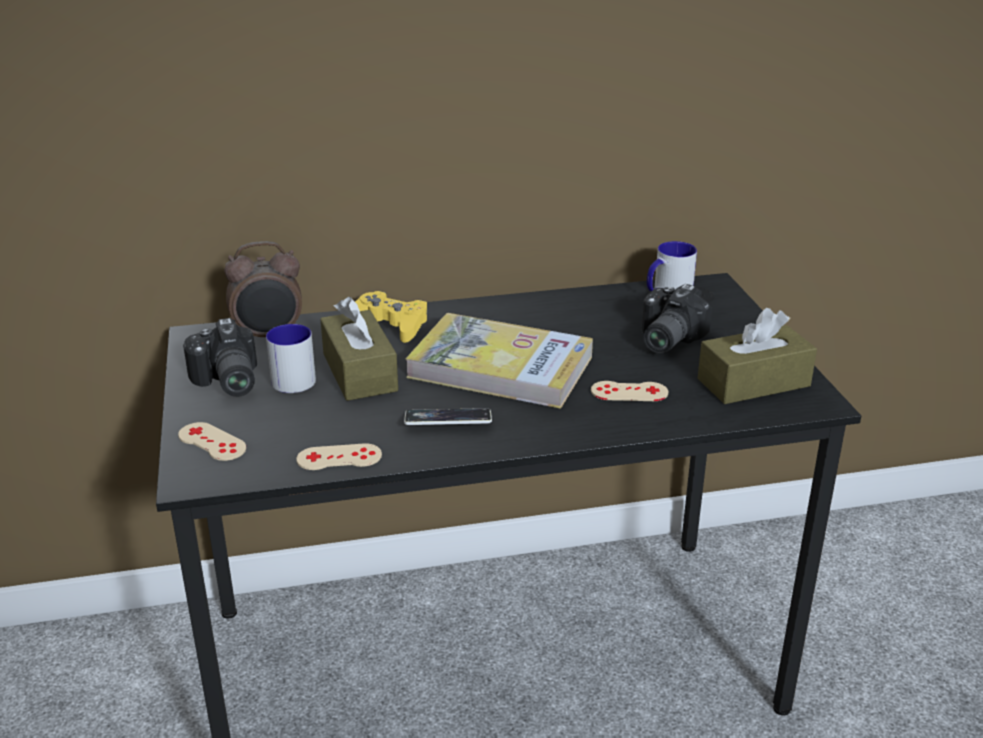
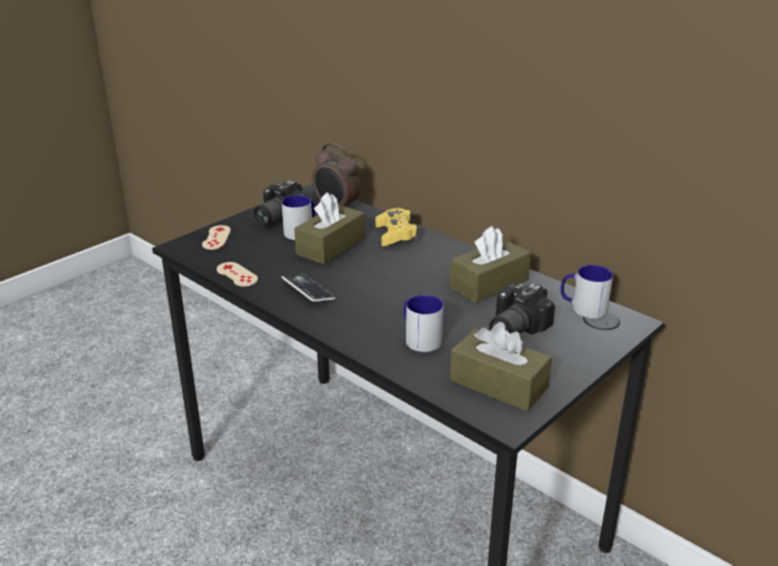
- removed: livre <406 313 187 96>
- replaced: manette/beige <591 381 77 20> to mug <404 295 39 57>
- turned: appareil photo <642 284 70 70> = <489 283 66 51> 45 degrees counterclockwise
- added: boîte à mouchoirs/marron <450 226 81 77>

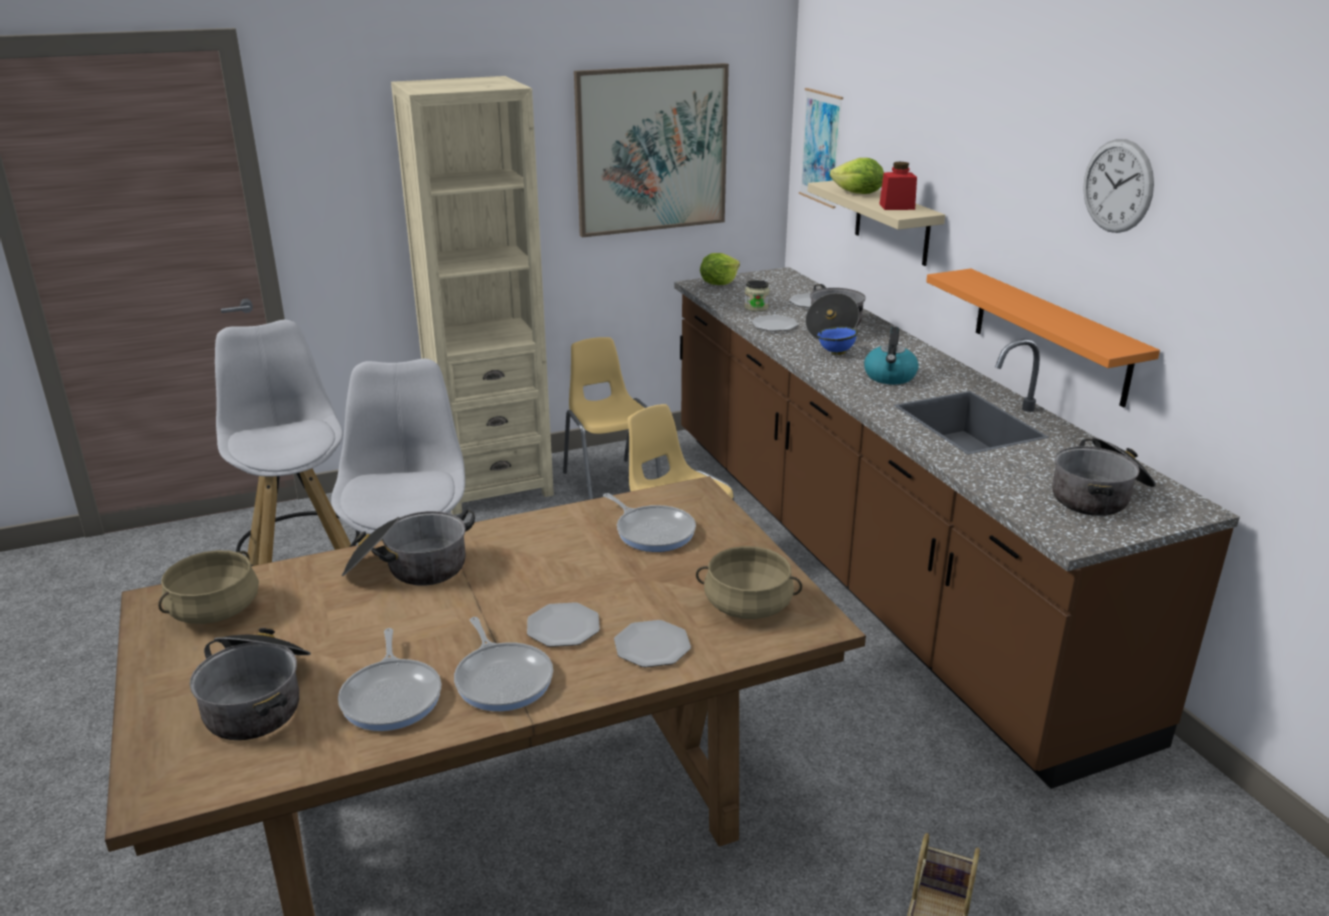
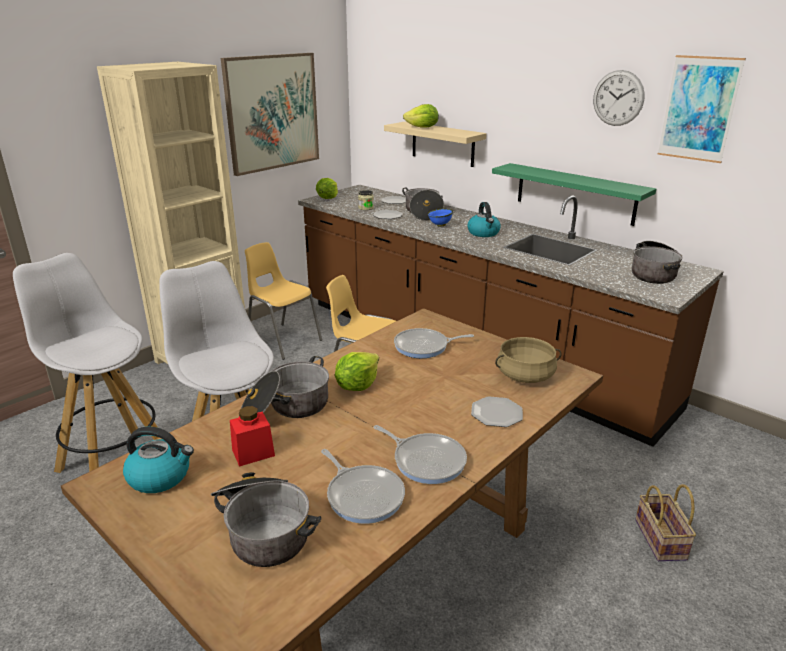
- replaced: marmite/beige <158 550 101 74> to bouilloire <123 427 71 66>
- removed: assiette <527 602 73 45>
- turned: poêle <603 493 93 59> = <394 328 80 30> 150 degrees clockwise
- moved: tableau <799 88 44 120> to <657 55 89 108>
- moved: bocal/rouge <879 162 38 48> to <230 406 45 61>
- recoloured: étagère/orange <926 269 234 139> to étagère/vert <492 163 164 63>
- added: laitue <335 352 44 39>

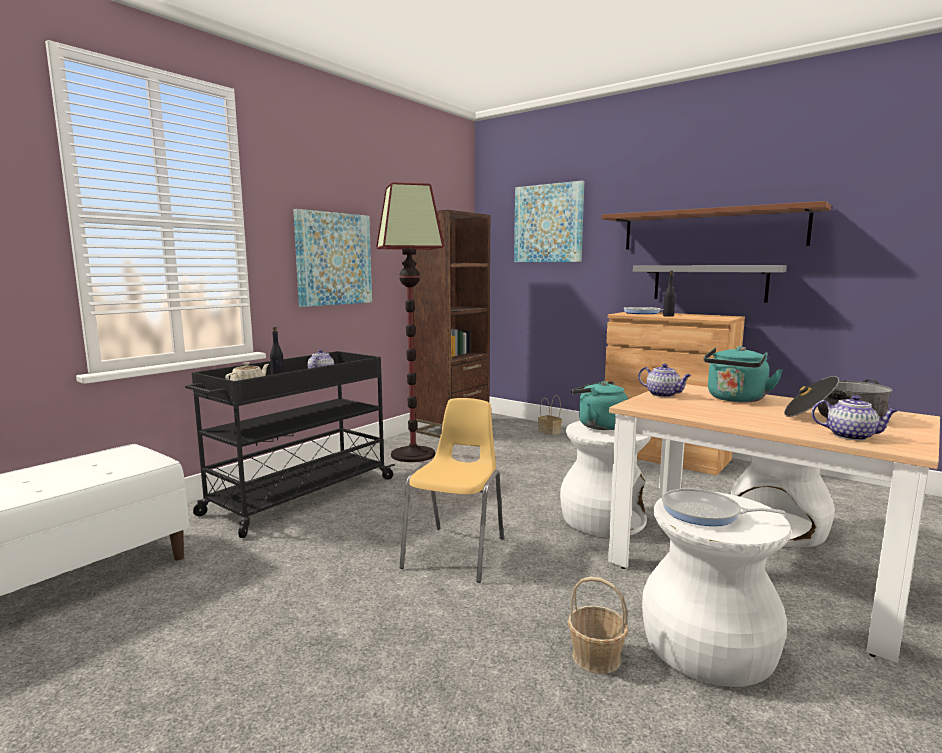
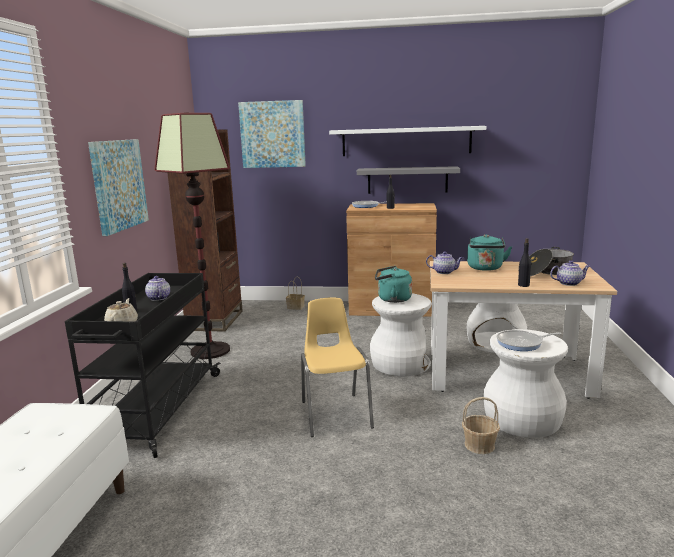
- recoloured: étagère/marron <602 201 229 48> to étagère/blanc <329 126 157 30>
- added: bouteille/noir <518 238 13 49>

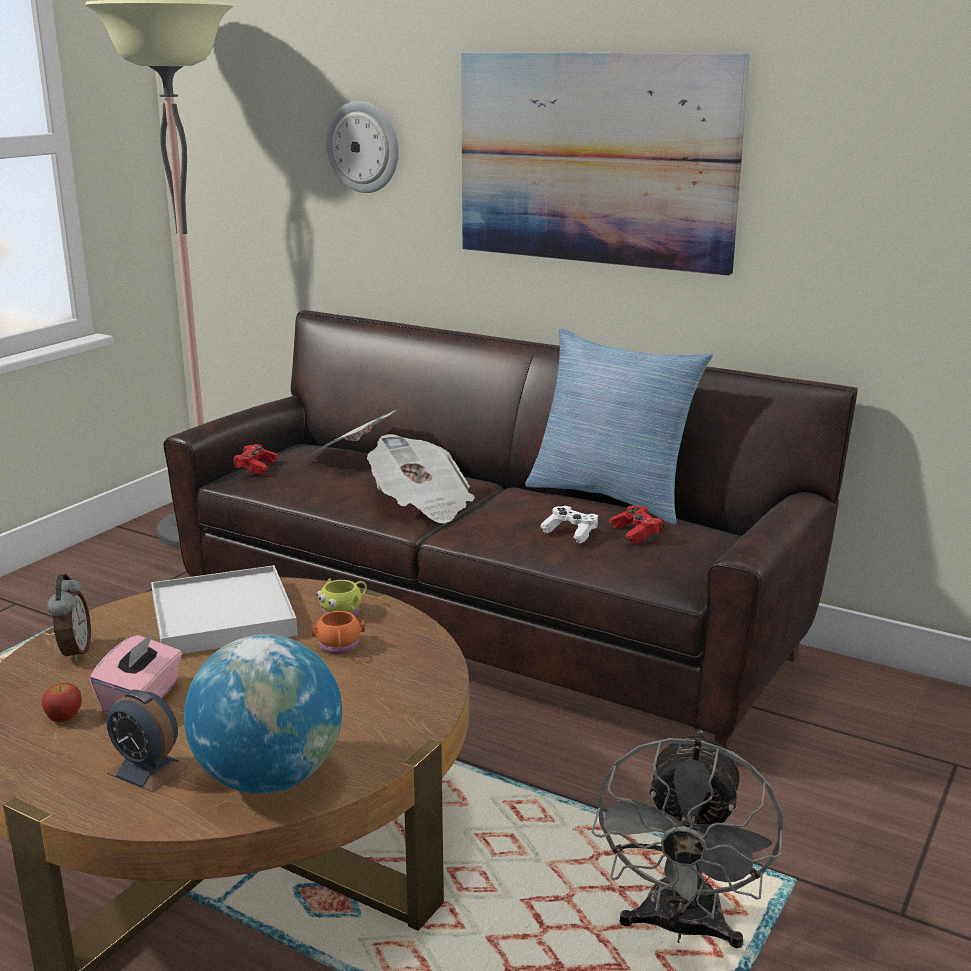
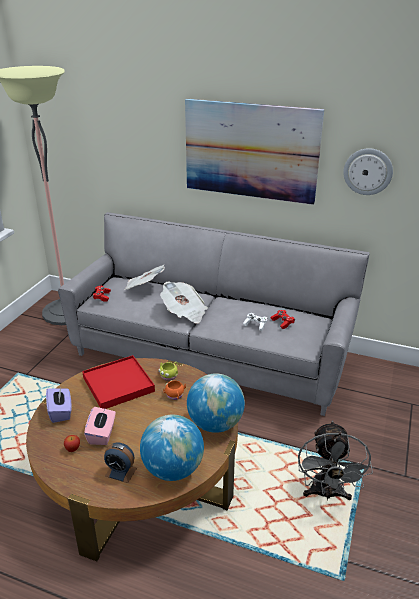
- replaced: réveil <47 574 44 88> to boîte à mouchoirs/violet <46 388 26 35>
- recoloured: plateau/blanc <151 565 146 89> to plateau/rouge <82 355 73 54>
- recoloured: canapé/marron <164 310 694 440> to canapé/gris <58 212 312 204>
- moved: horloge murale <326 101 73 92> to <343 148 50 47>
- removed: coussin <525 328 188 197>
- added: globe <187 373 58 60>

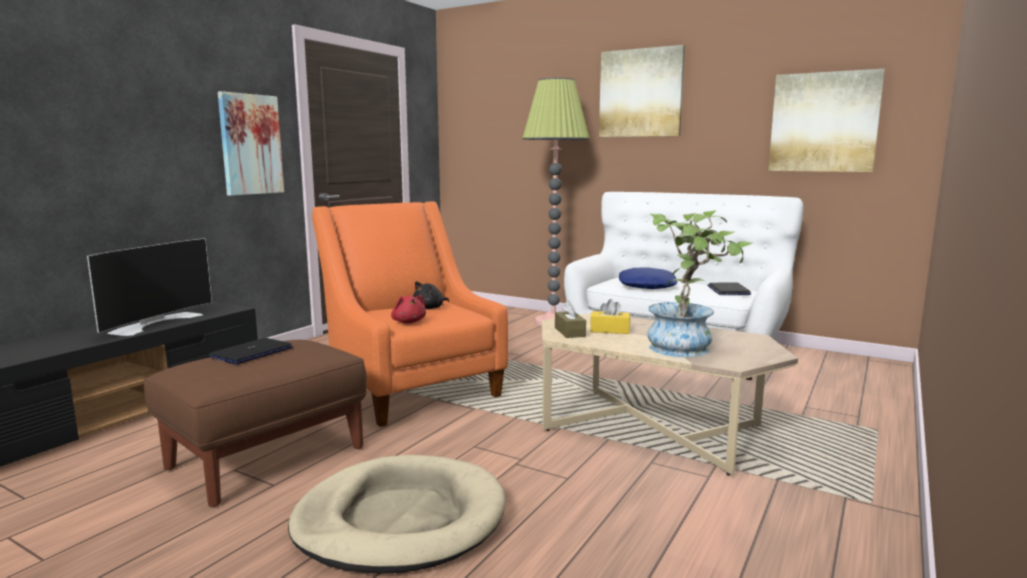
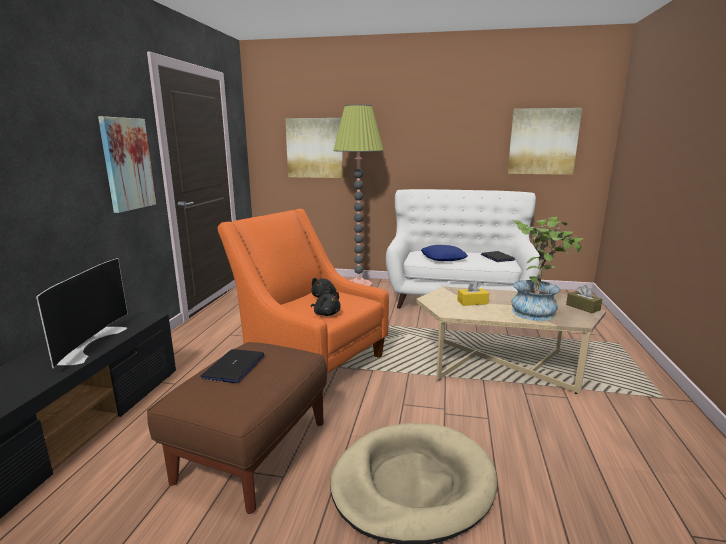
- recoloured: peluche/rouge <391 295 35 28> to peluche/noir <311 292 30 24>
- moved: boîte à mouchoirs/marron <555 300 31 38> to <566 285 36 28>
- moved: tableau <599 45 86 92> to <285 118 58 60>

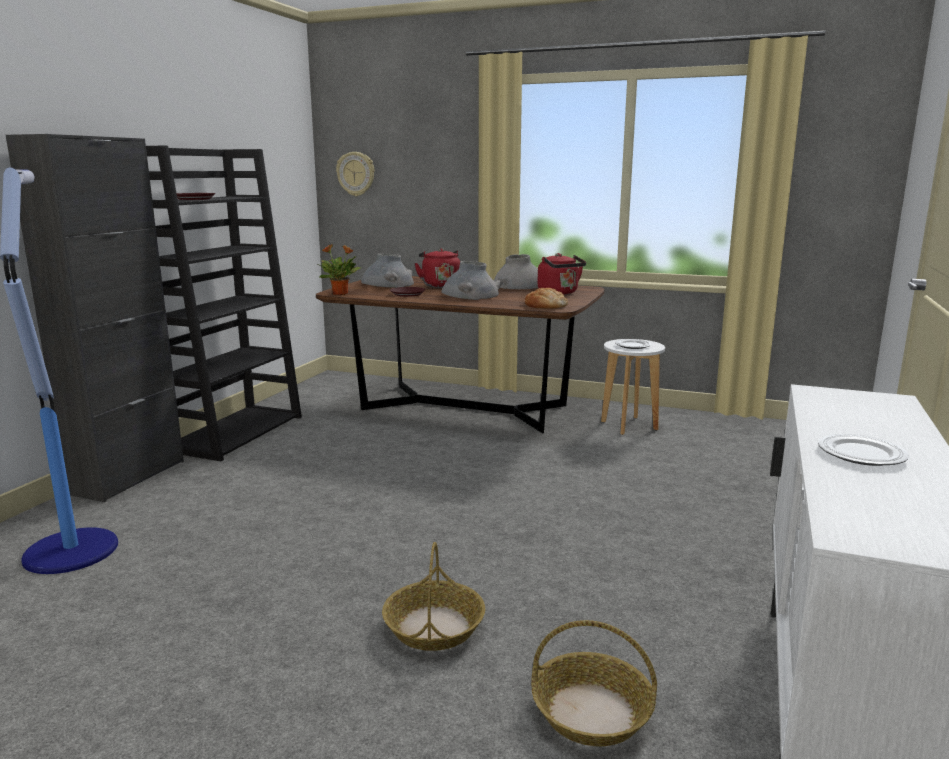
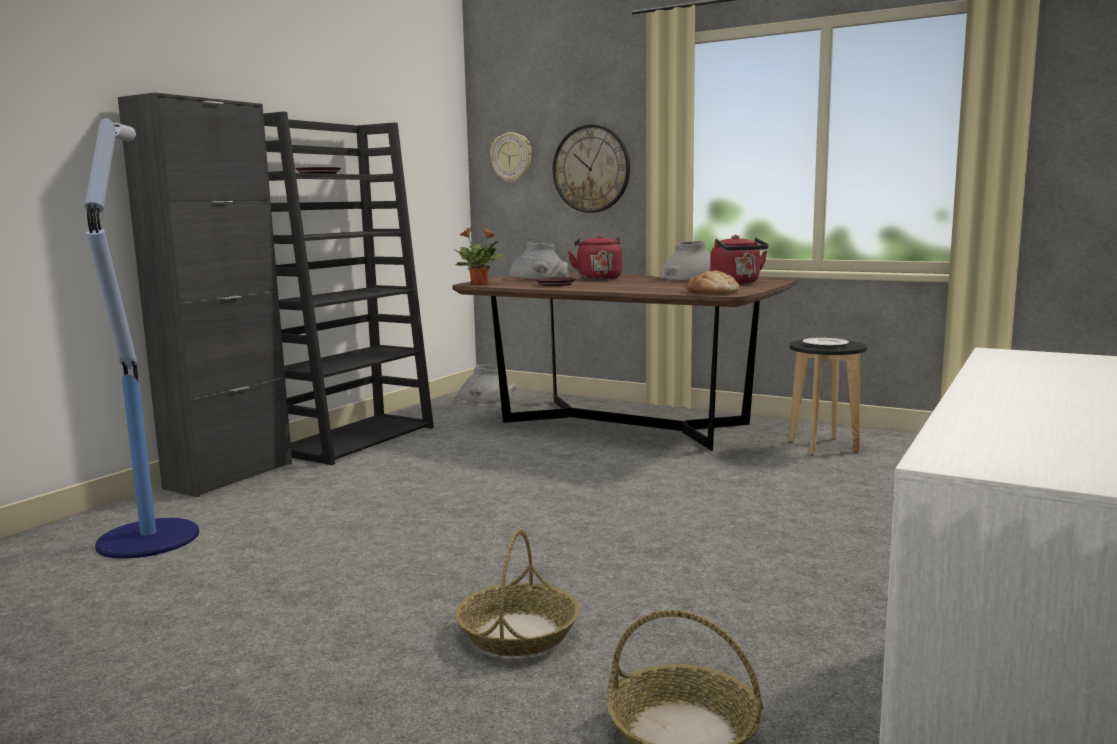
- moved: vase/gris <441 261 60 39> to <458 364 58 39>
- recoloured: tabouret/blanc <601 339 64 96> to tabouret/noir <788 340 79 115>
- removed: assiette <818 434 91 32>
- added: horloge murale <553 125 77 88>

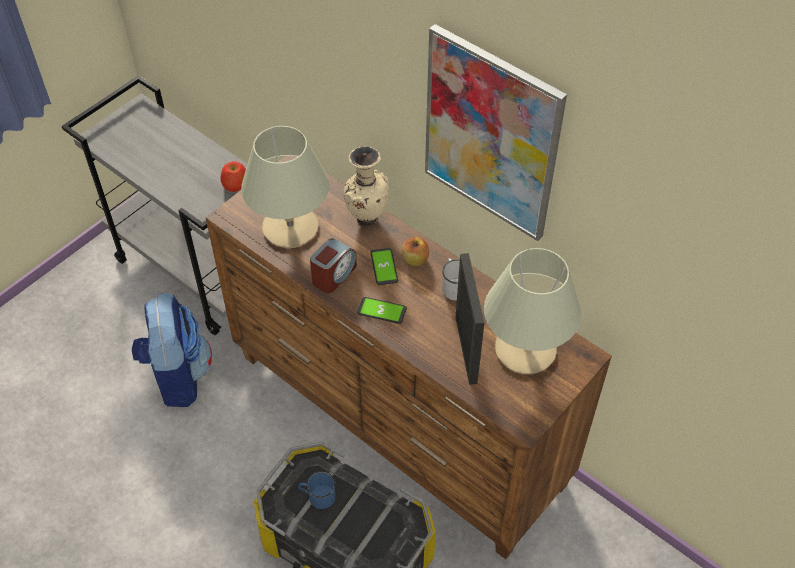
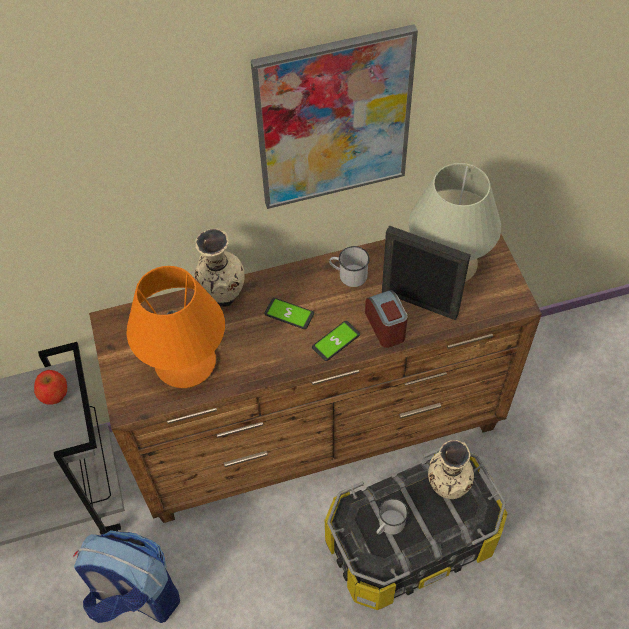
- recoloured: lampe de table/beige <241 126 88 122> to lampe de table/orange <127 266 98 122>
- recoloured: mug/bleu <298 471 38 38> to mug/blanc <376 498 32 37>
- moved: réveil <310 238 47 55> to <365 290 43 58>
- removed: pomme <402 237 27 29>
- added: vase/beige <428 440 46 59>

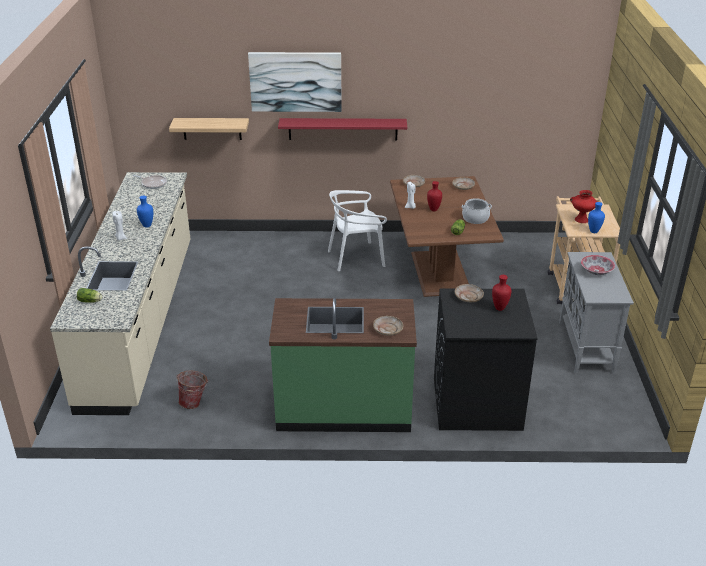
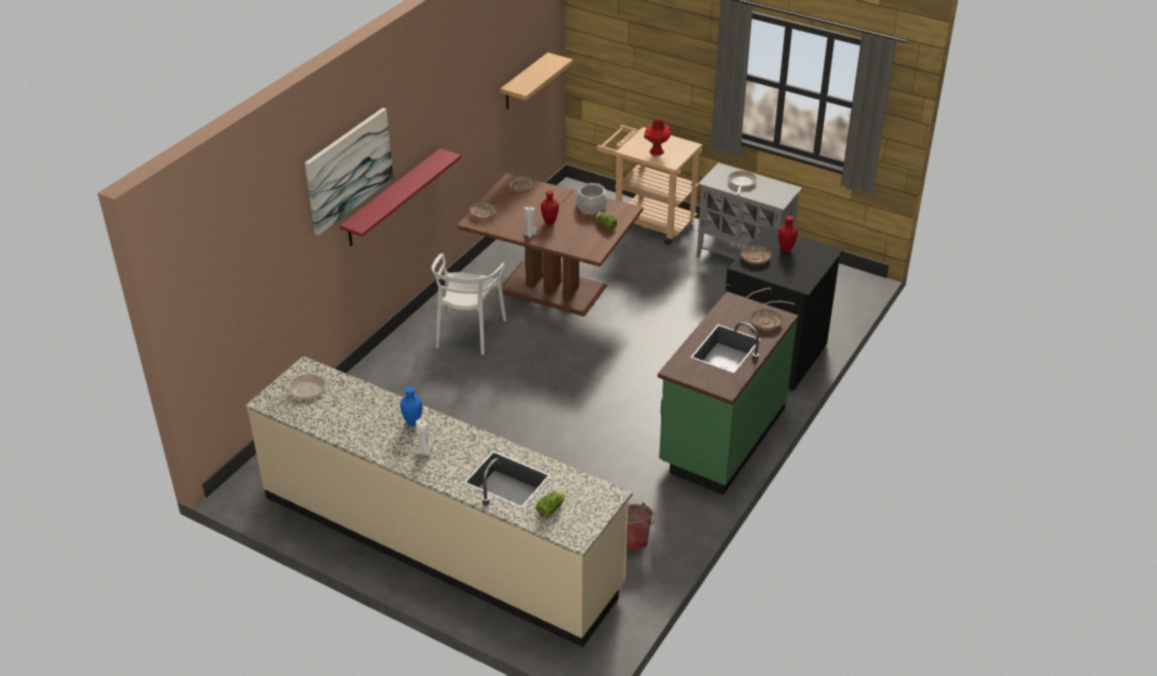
- moved: étagère <169 118 80 22> to <500 53 73 56>
- replaced: bol <581 255 34 20> to poêle <728 171 29 24>
- removed: vase/bleu <588 202 17 31>

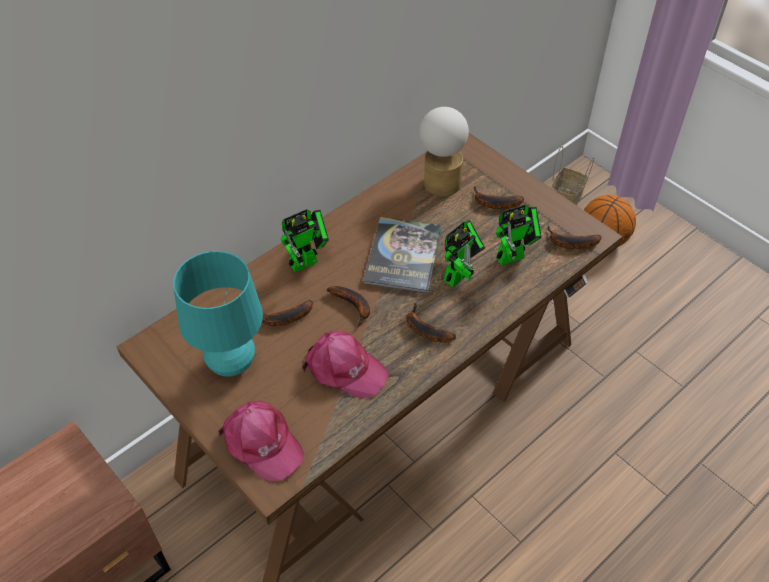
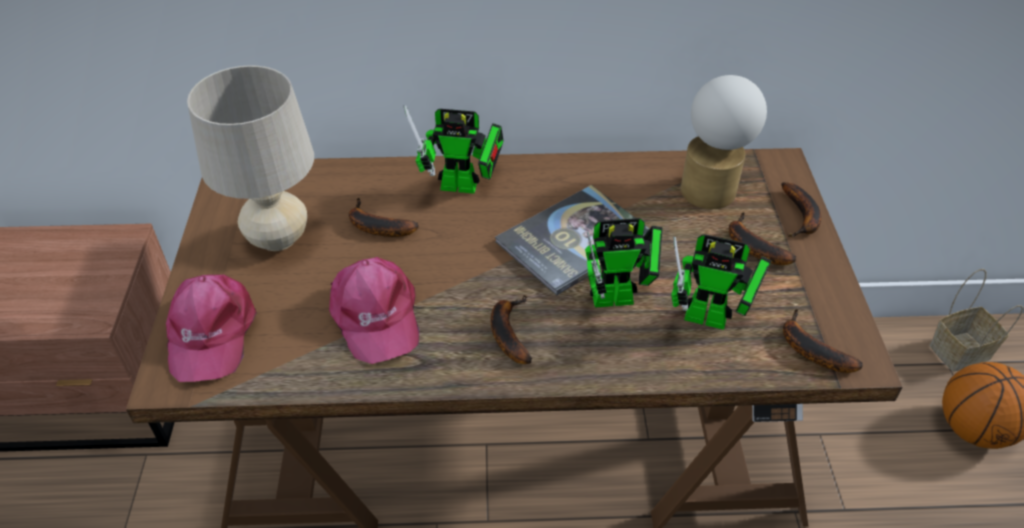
- recoloured: lampe de table/turquoise <173 251 90 126> to lampe de table/beige <187 65 127 186>
- moved: banane <327 286 43 42> to <781 182 40 56>

